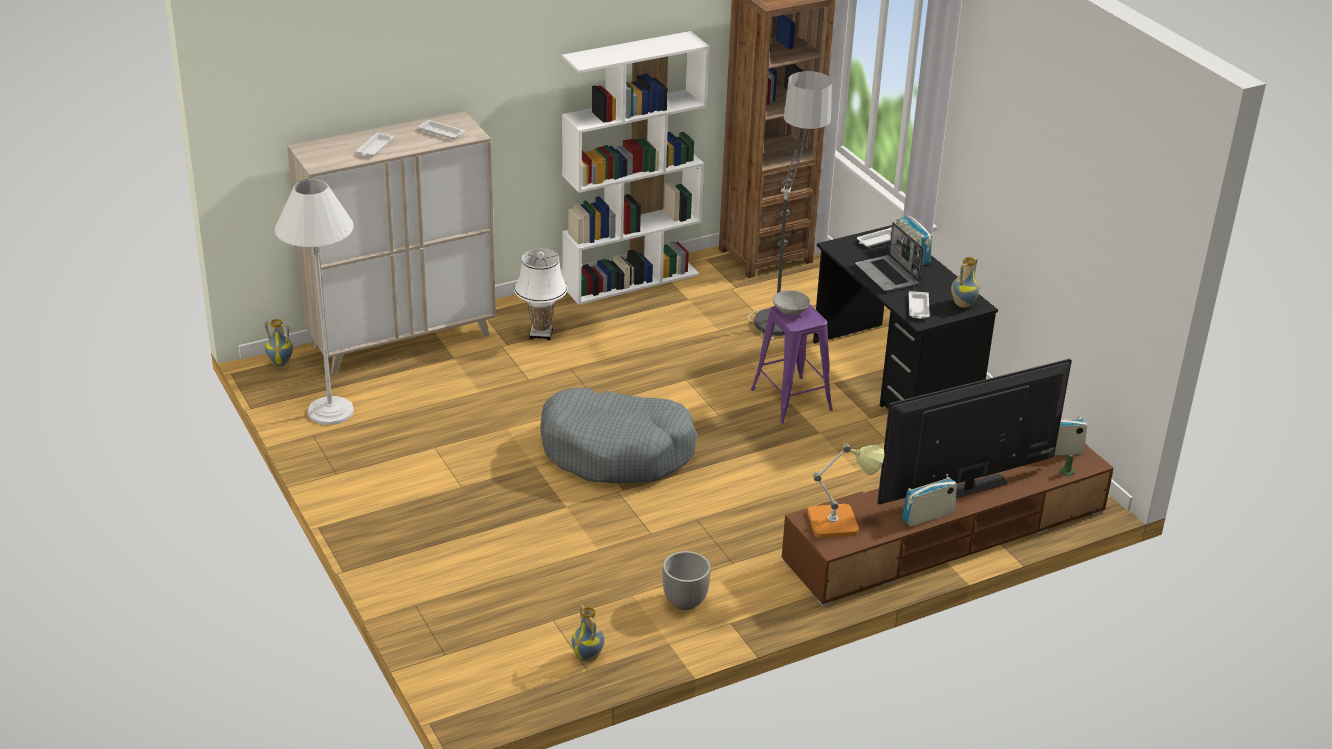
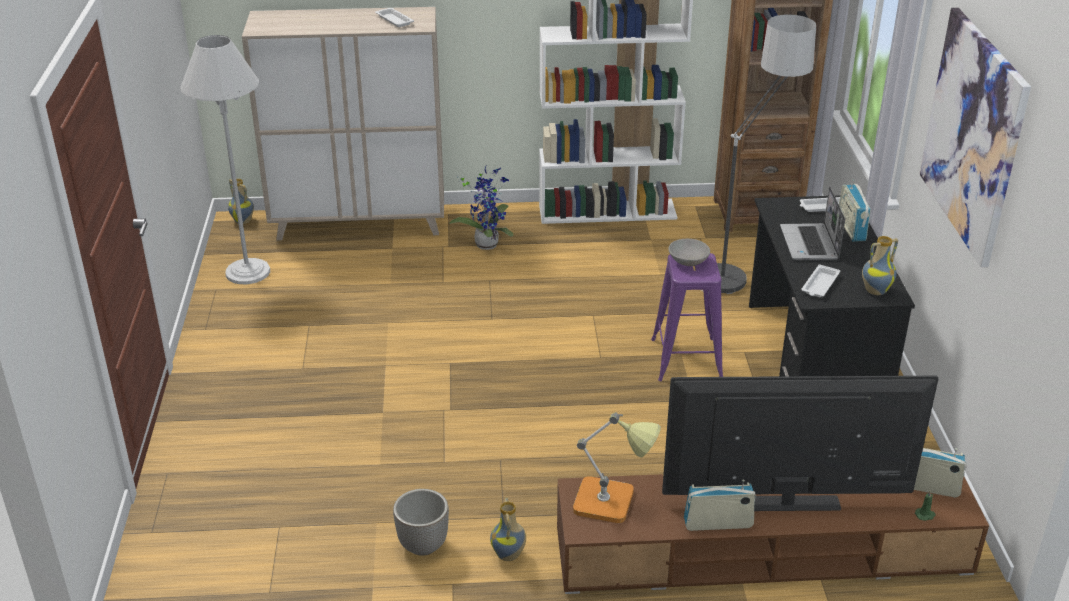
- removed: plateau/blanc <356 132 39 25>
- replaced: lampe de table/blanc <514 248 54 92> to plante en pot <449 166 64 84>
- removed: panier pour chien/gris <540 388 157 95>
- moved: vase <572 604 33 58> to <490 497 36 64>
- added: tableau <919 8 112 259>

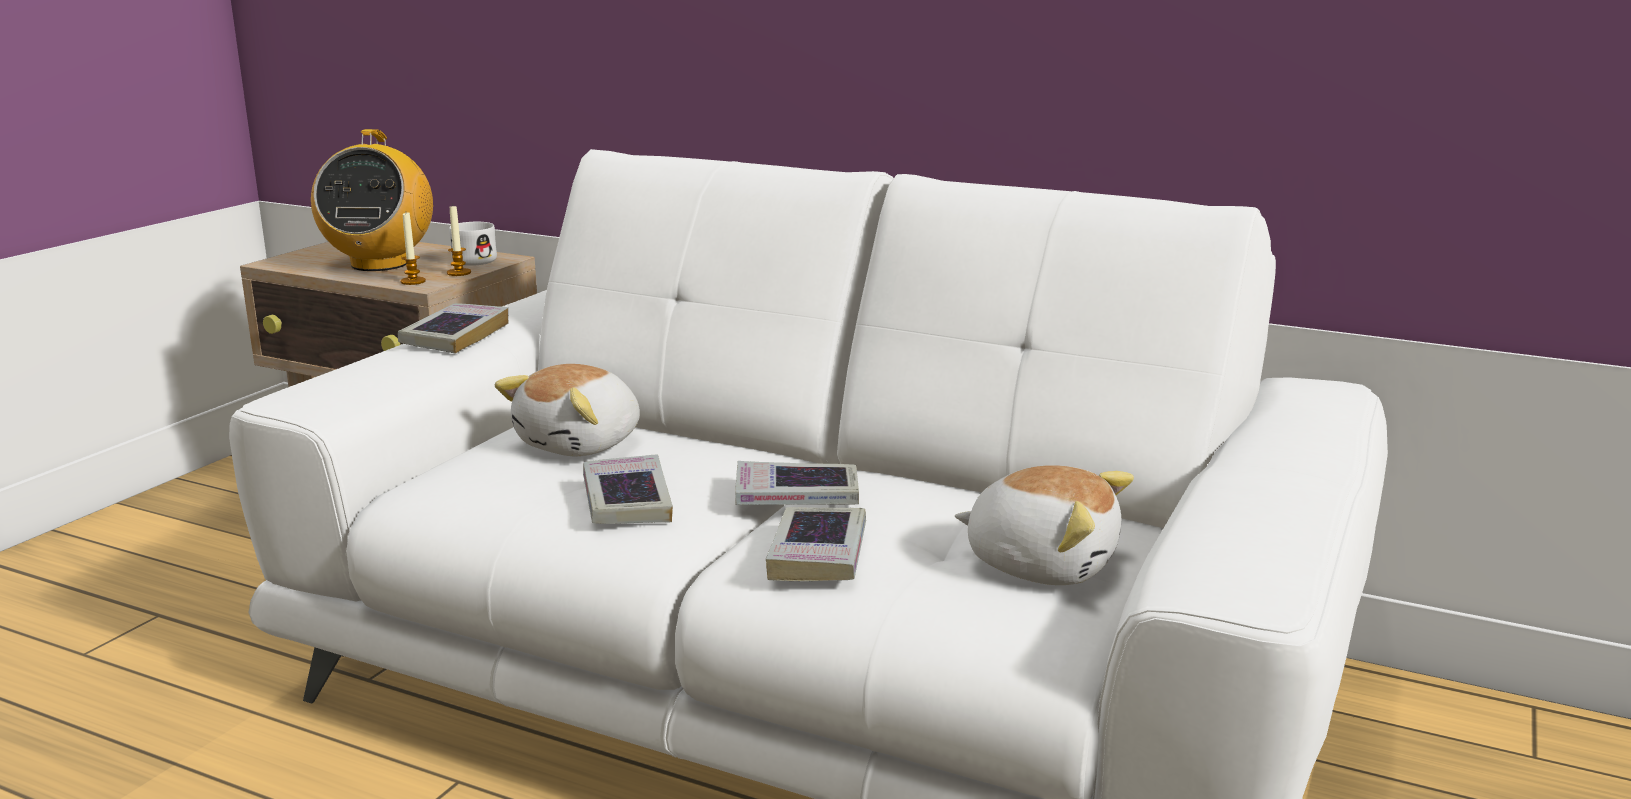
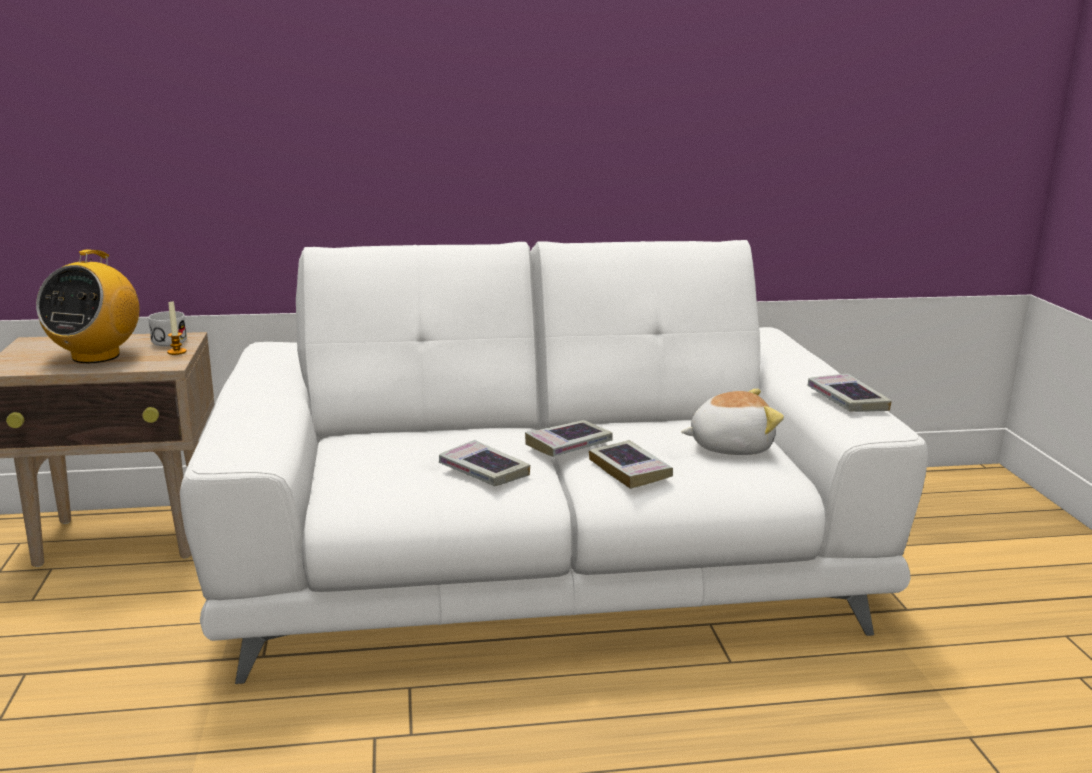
- turned: radio <311 129 122 142> = <36 250 103 113> 45 degrees clockwise
- moved: livre <398 303 110 51> to <807 373 85 39>
- removed: bougie <401 212 25 73>
- removed: peluche <495 364 145 92>

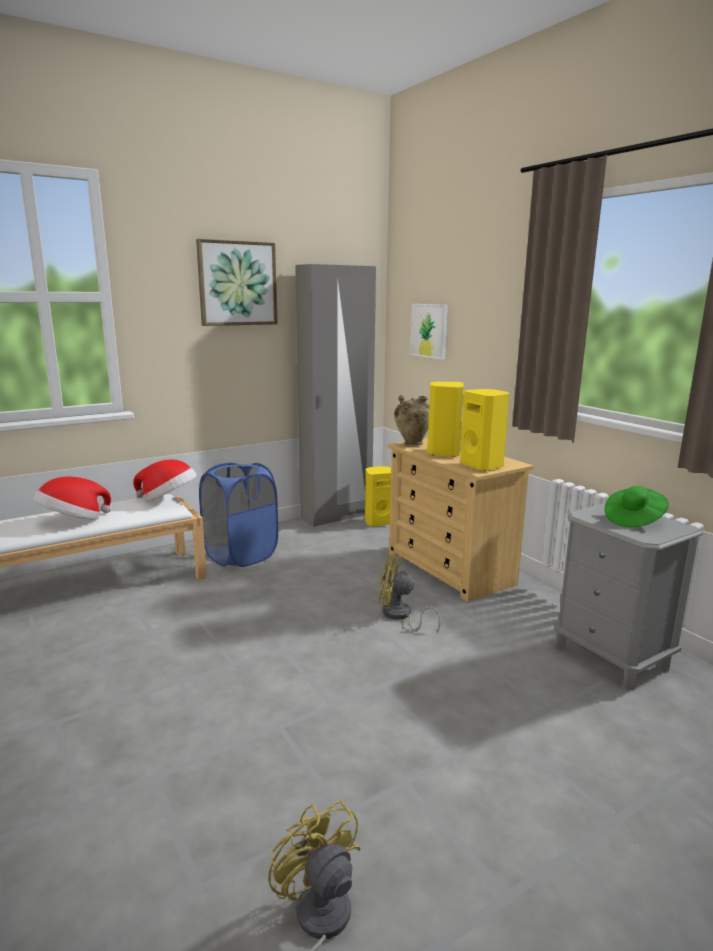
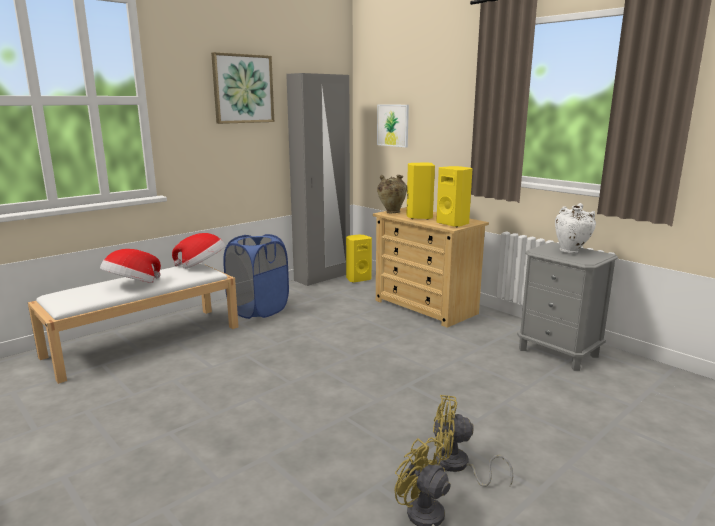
- moved: ventilateur/jaune <378 555 63 78> to <433 395 80 92>
- replaced: chapeau/vert <604 486 65 41> to vase/blanc <555 203 41 51>

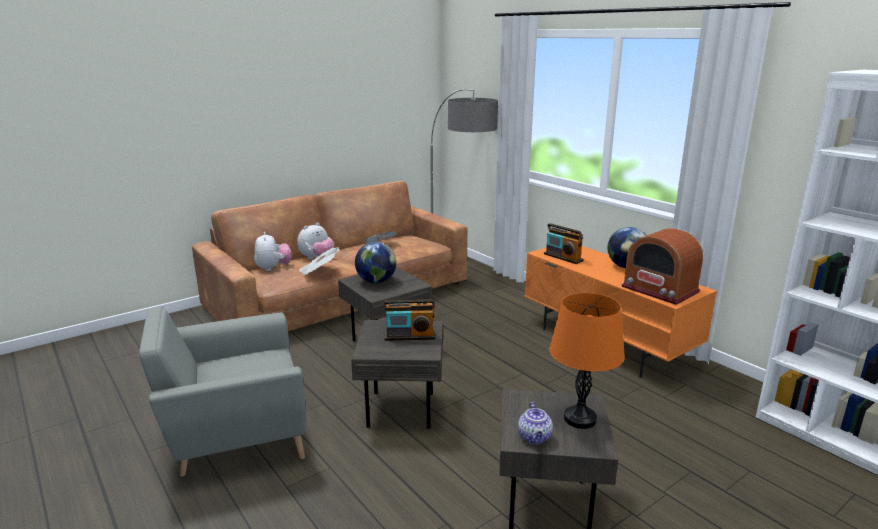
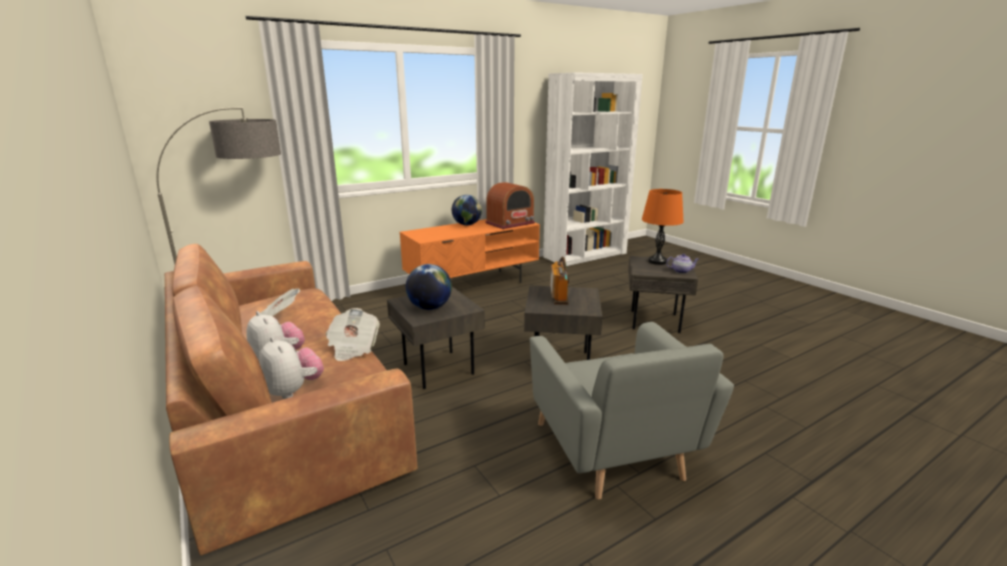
- turned: peluche <254 232 37 39> = <259 337 65 62> 60 degrees clockwise
- removed: radio <544 223 40 41>

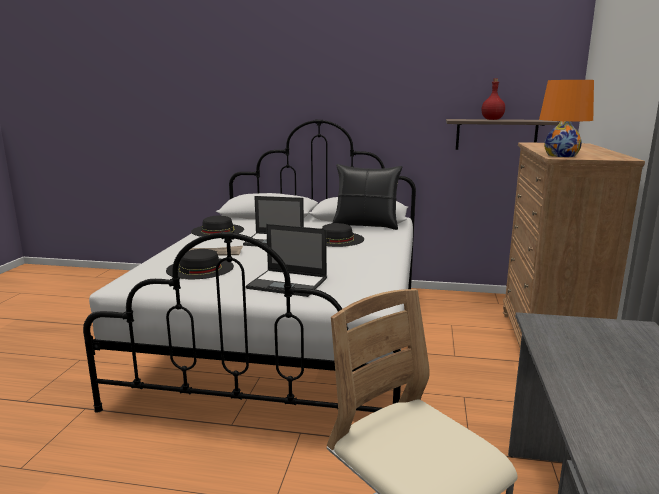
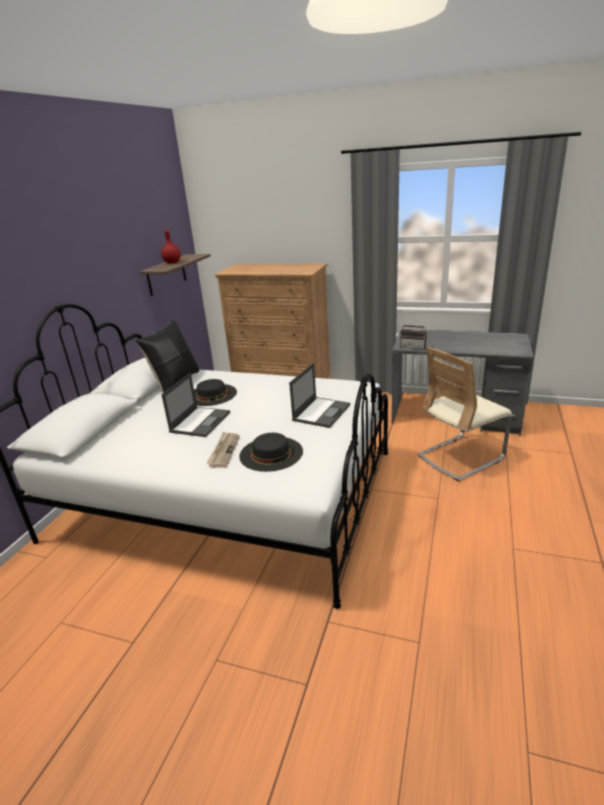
- removed: chapeau/noir <191 216 53 21>
- removed: lampe de table/orange <539 80 55 77>
- added: radio <400 318 27 31>

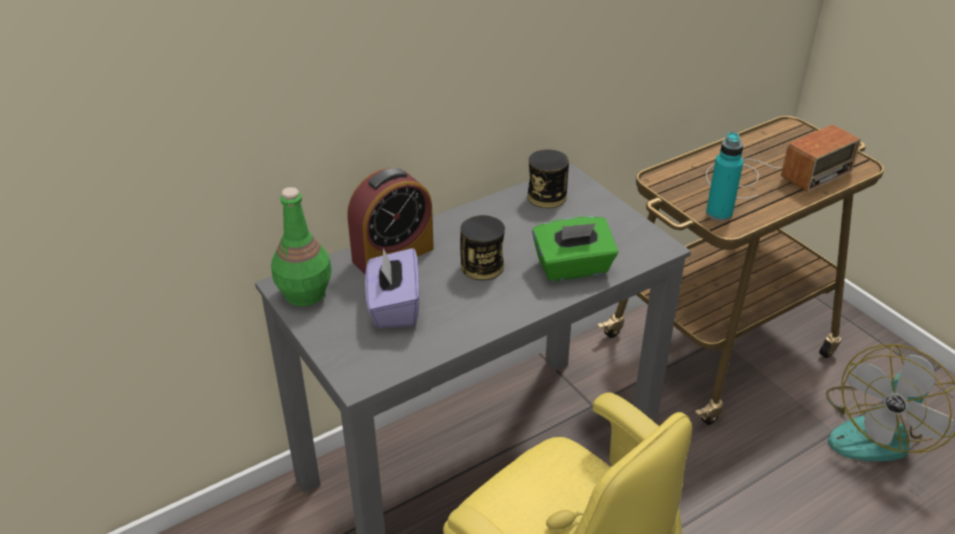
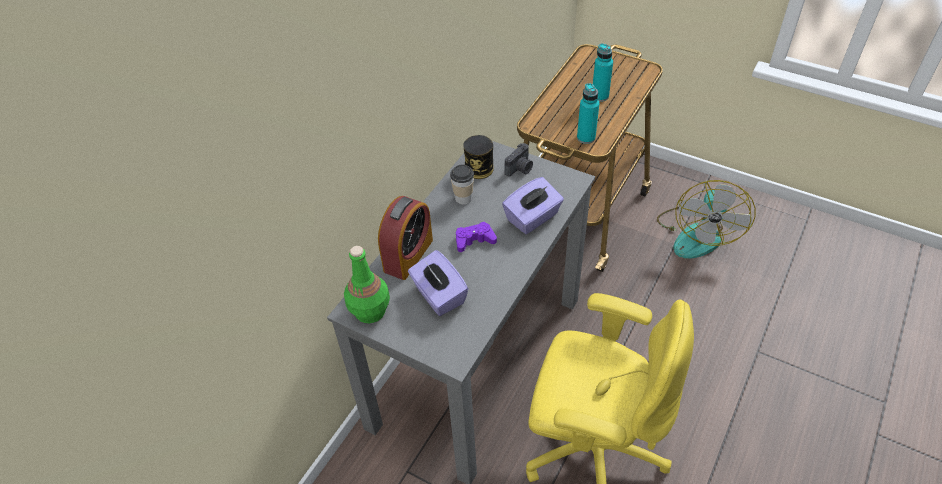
- replaced: boîte métallique <460 215 45 65> to manette/violet <456 222 41 30>
- recoloured: boîte à mouchoirs/vert <532 216 86 65> to boîte à mouchoirs/violet <502 177 62 57>
- replaced: radio <706 125 155 74> to bouteille/turquoise <593 43 20 59>
- added: tasse <450 165 24 39>
- added: appareil photo <505 143 28 34>

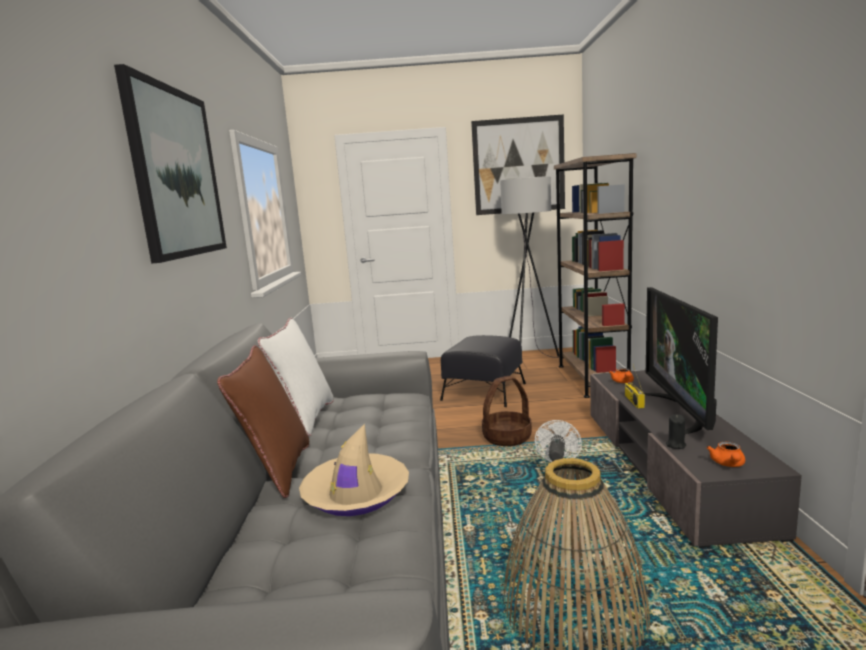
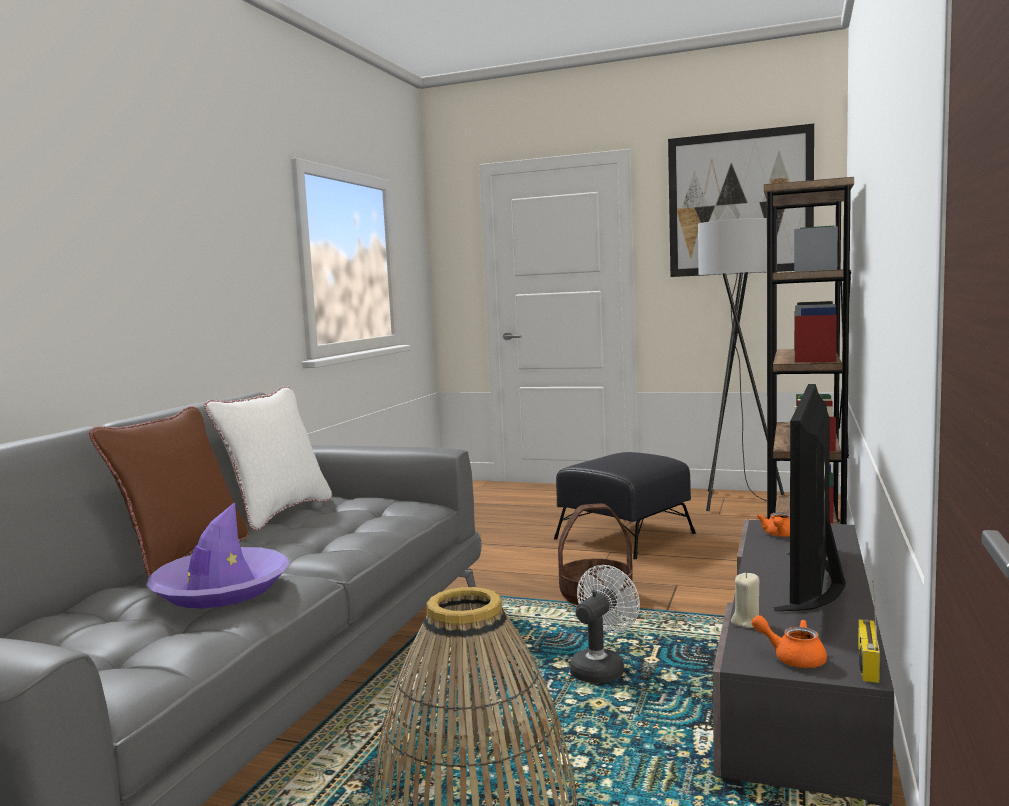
- removed: tableau <114 64 113 200>
- recoloured: chapeau/beige <299 424 110 92> to chapeau/violet <146 502 144 106>
- moved: radio <625 366 20 43> to <858 581 22 102>
- recoloured: bougie/noir <666 414 20 35> to bougie/beige <731 573 28 55>
- turned: théière/orange <706 442 39 25> = <751 615 76 53> 90 degrees clockwise

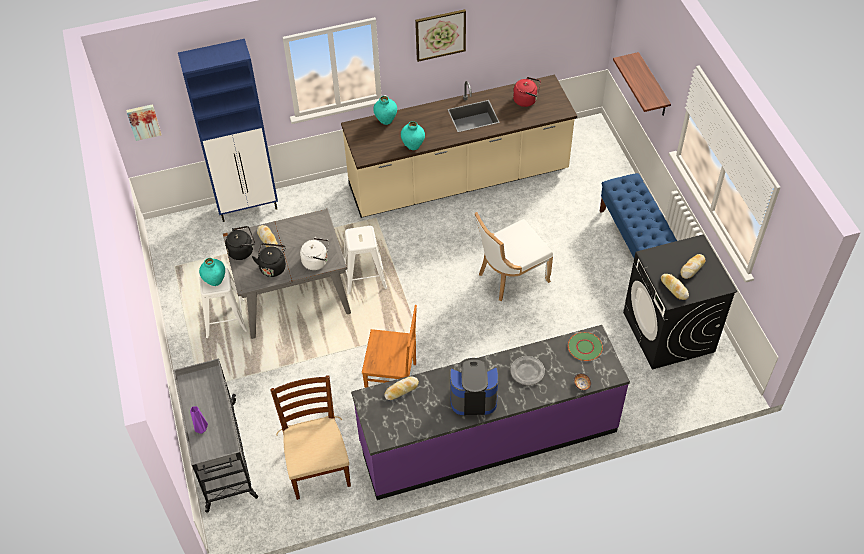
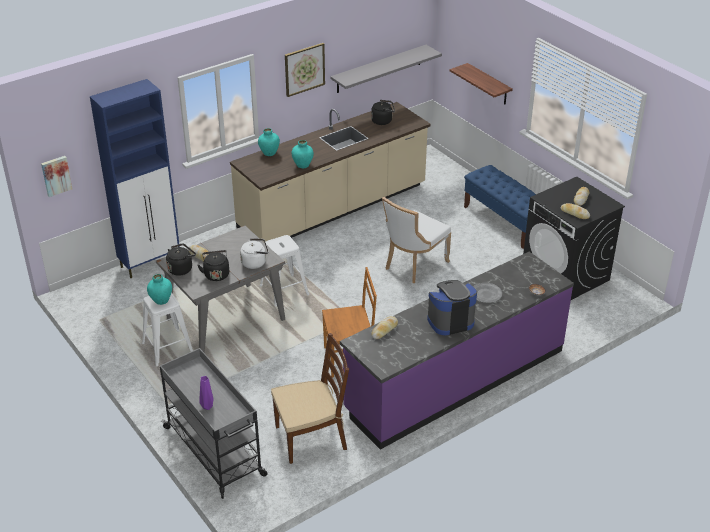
- turned: chaise/marron <270 375 81 125> = <271 333 78 131> 105 degrees clockwise
- recoloured: bouilloire/rouge <513 77 28 30> to bouilloire/noir <371 100 24 25>
- removed: assiette/vert <568 332 35 29>
- added: étagère/gris <331 45 111 48>

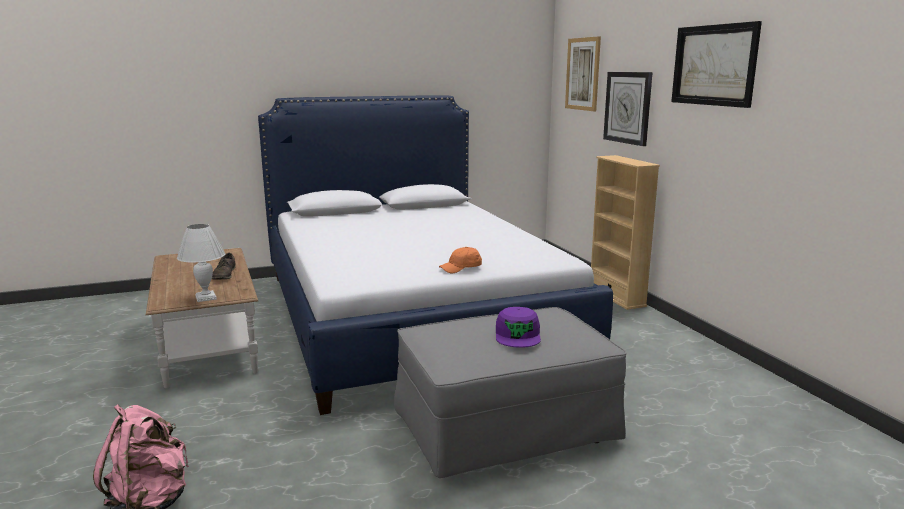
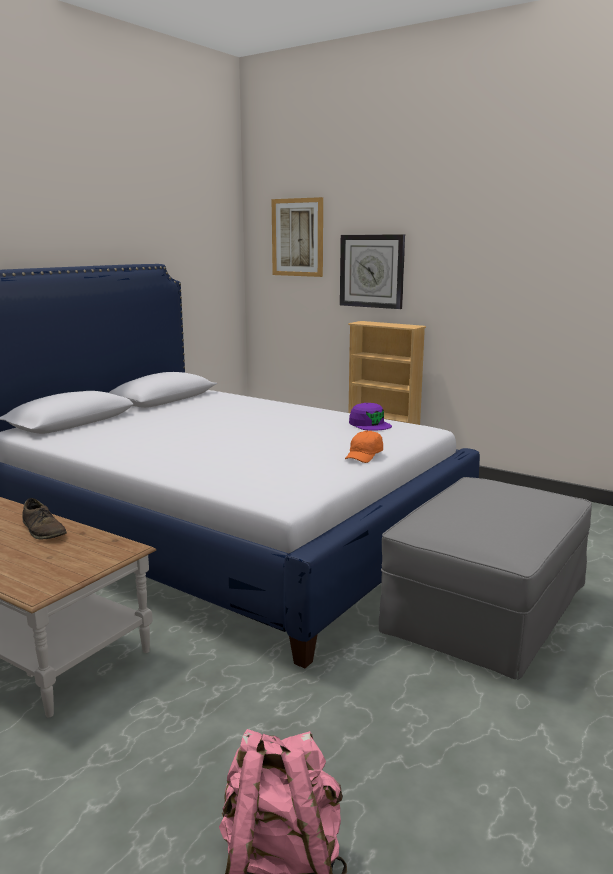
- removed: lampe de table/blanc <177 224 48 78>
- moved: casquette/violet <496 307 45 41> to <349 403 43 28>
- removed: tableau <671 21 91 87>

